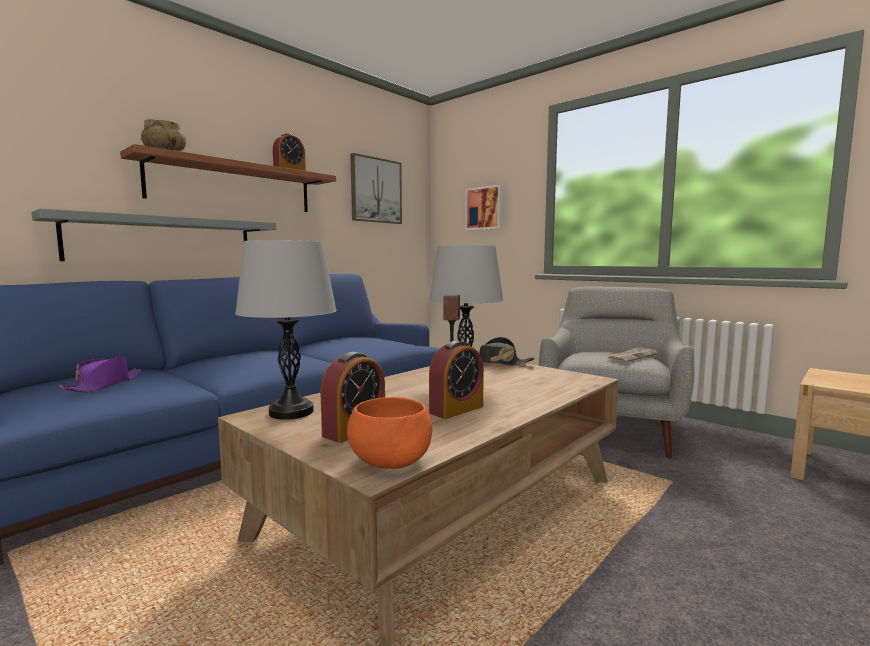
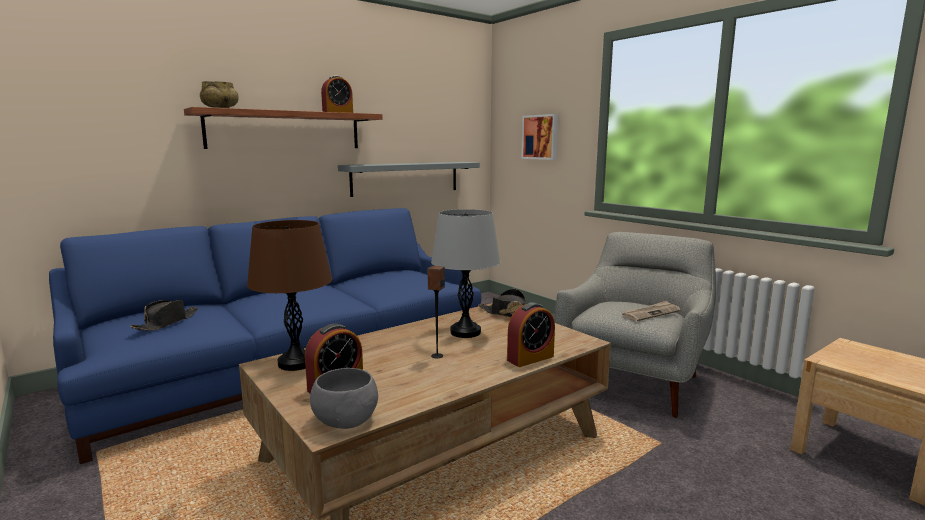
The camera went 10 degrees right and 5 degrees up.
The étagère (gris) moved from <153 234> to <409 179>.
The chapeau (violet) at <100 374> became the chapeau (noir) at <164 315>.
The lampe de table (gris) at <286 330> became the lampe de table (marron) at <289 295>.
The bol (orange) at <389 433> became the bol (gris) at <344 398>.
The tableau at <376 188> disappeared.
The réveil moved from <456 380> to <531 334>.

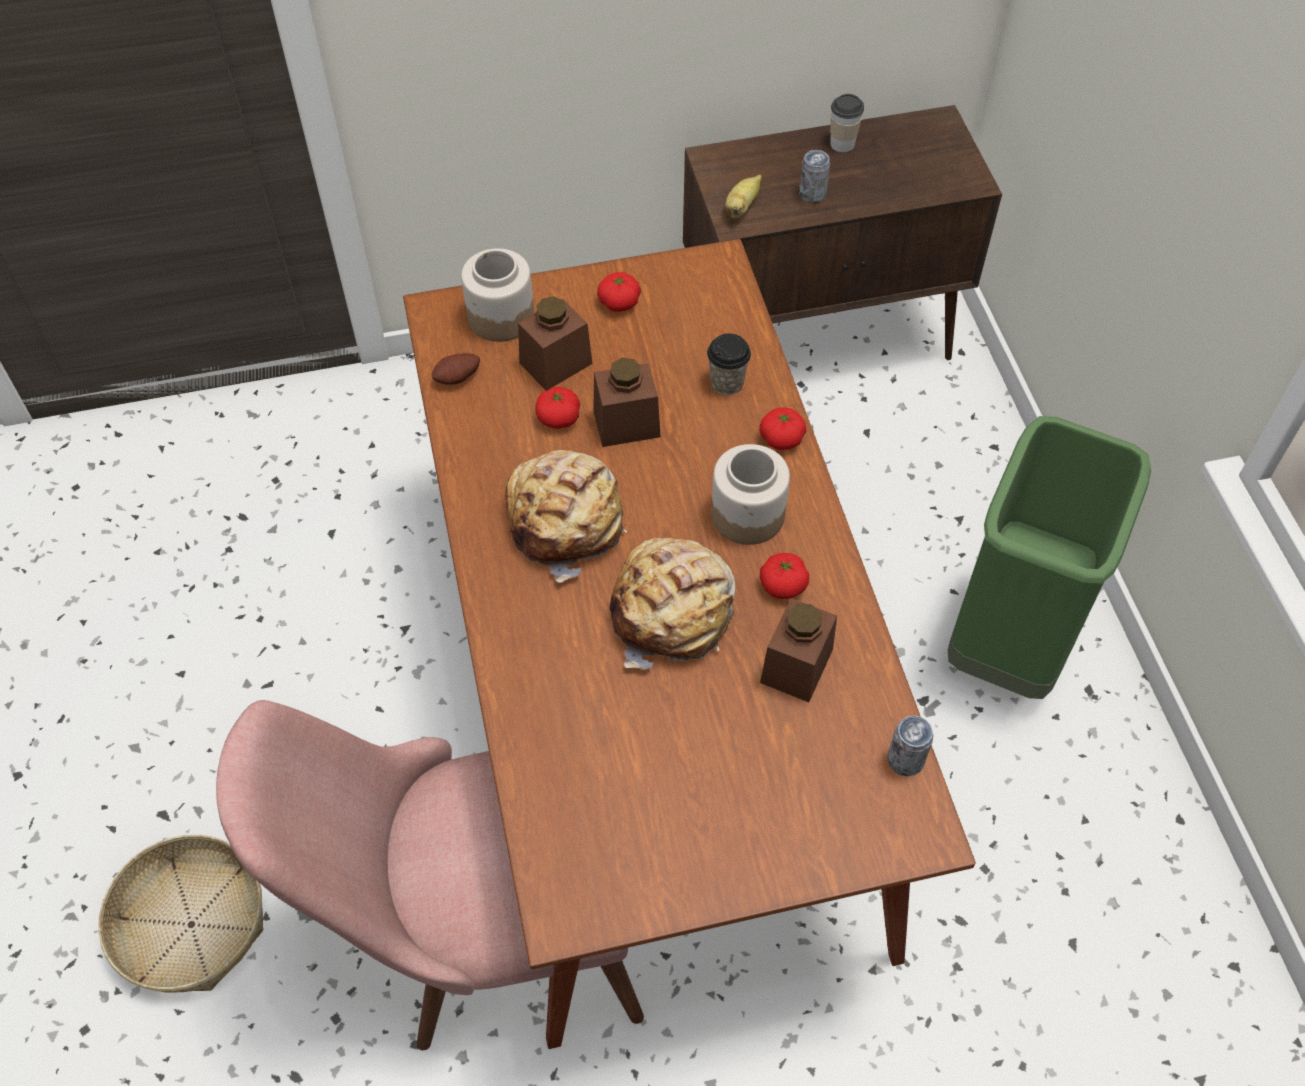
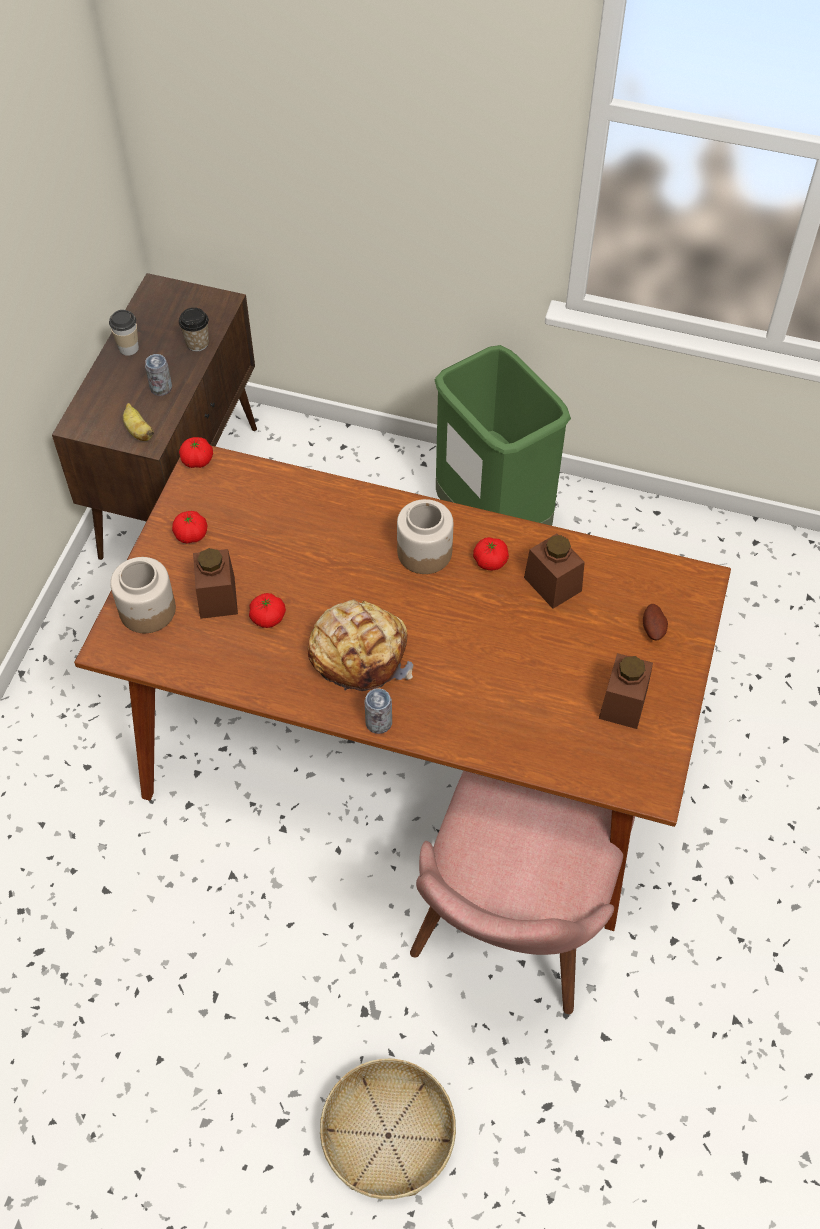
The camera went 60 degrees left and 0 degrees up.
The pomme de terre moved from <455 369> to <655 622>.
The bocal (marron) moved from <627 402> to <626 691>.
The pain at <673 604> disappeared.
The tasse moved from <729 364> to <194 329>.
The tomate moved from <782 428> to <196 452>.
The boîte métallique moved from <910 745> to <378 711>.

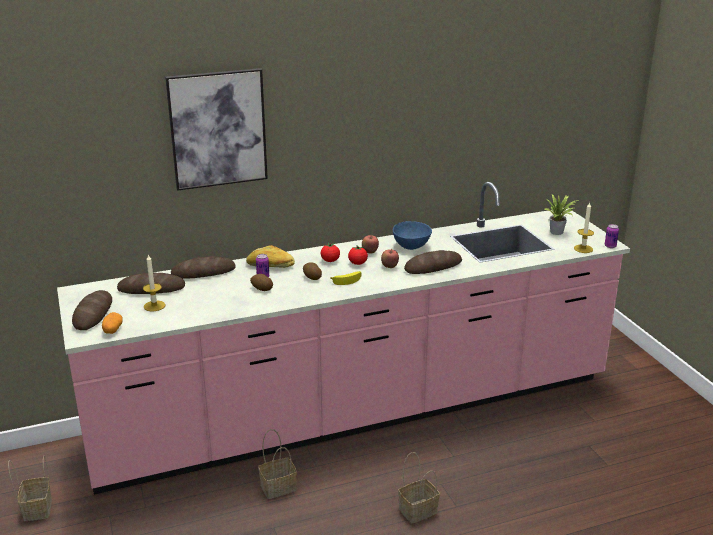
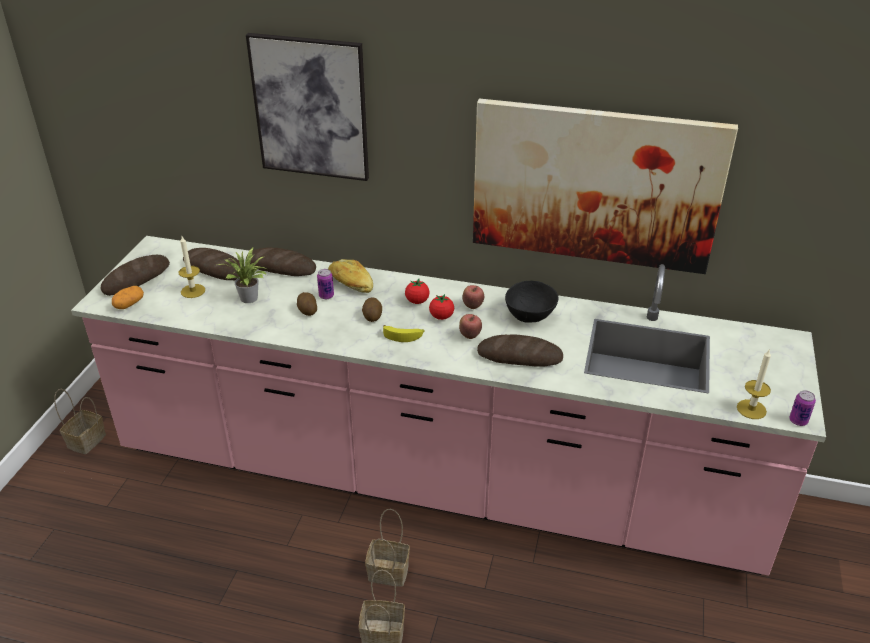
The camera went 35 degrees right and 10 degrees up.
The panier moved from <277 464> to <387 548>.
The bol (bleu) at <412 235> became the bol (noir) at <531 302>.
The plante en pot moved from <561 214> to <242 275>.
The tableau at <605 186> appeared.

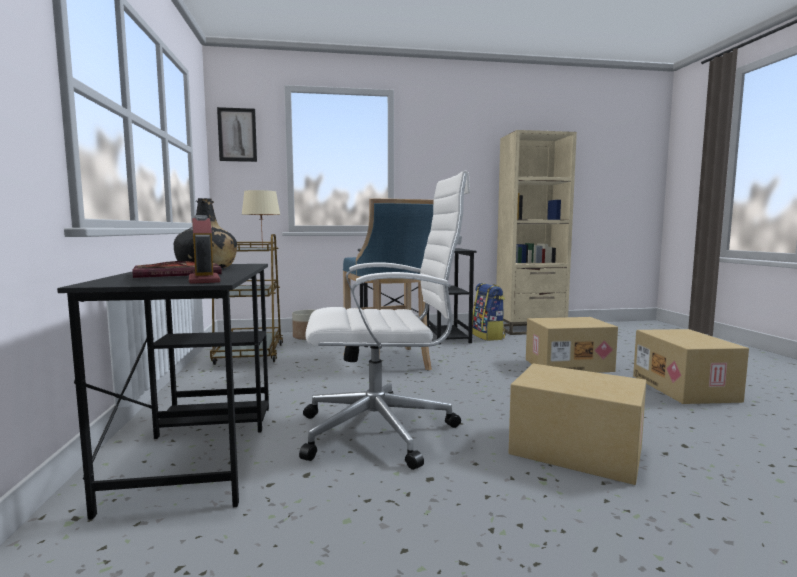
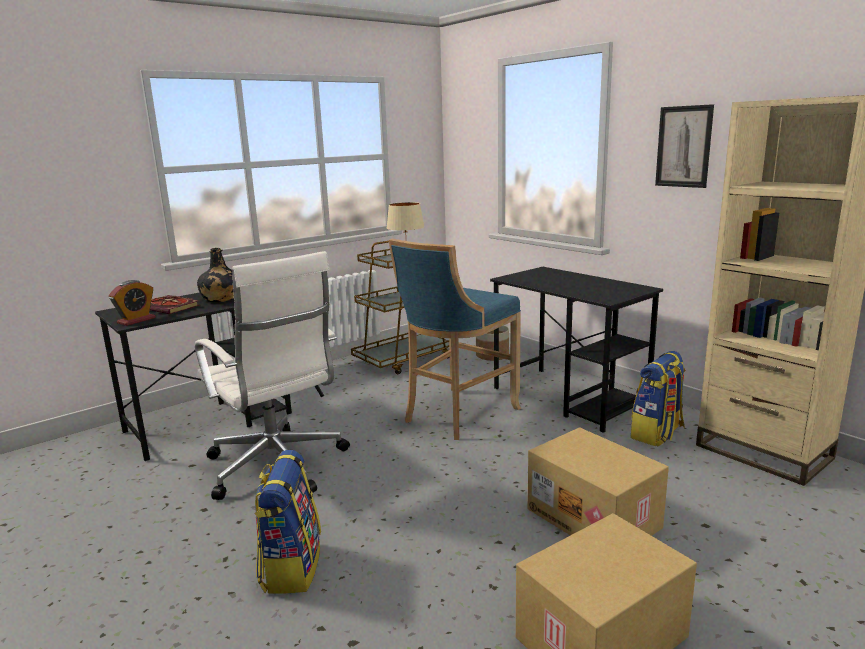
The camera went 60 degrees right and 10 degrees up.
The tableau moved from <237 134> to <684 146>.
The carton at <577 424> was replaced by the sac à dos at <287 522>.

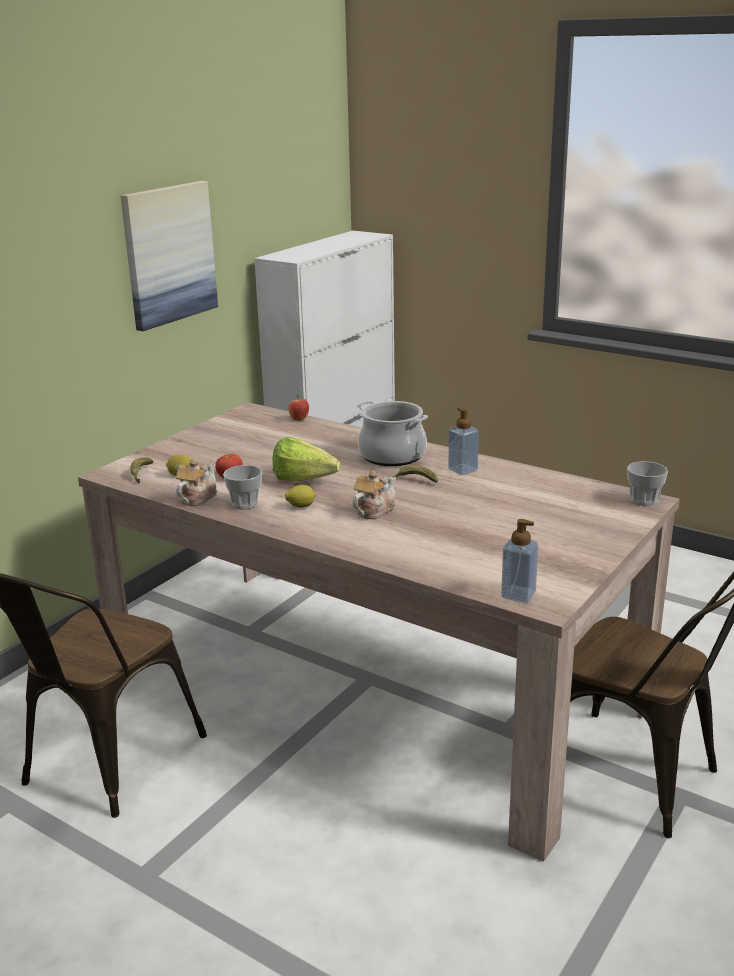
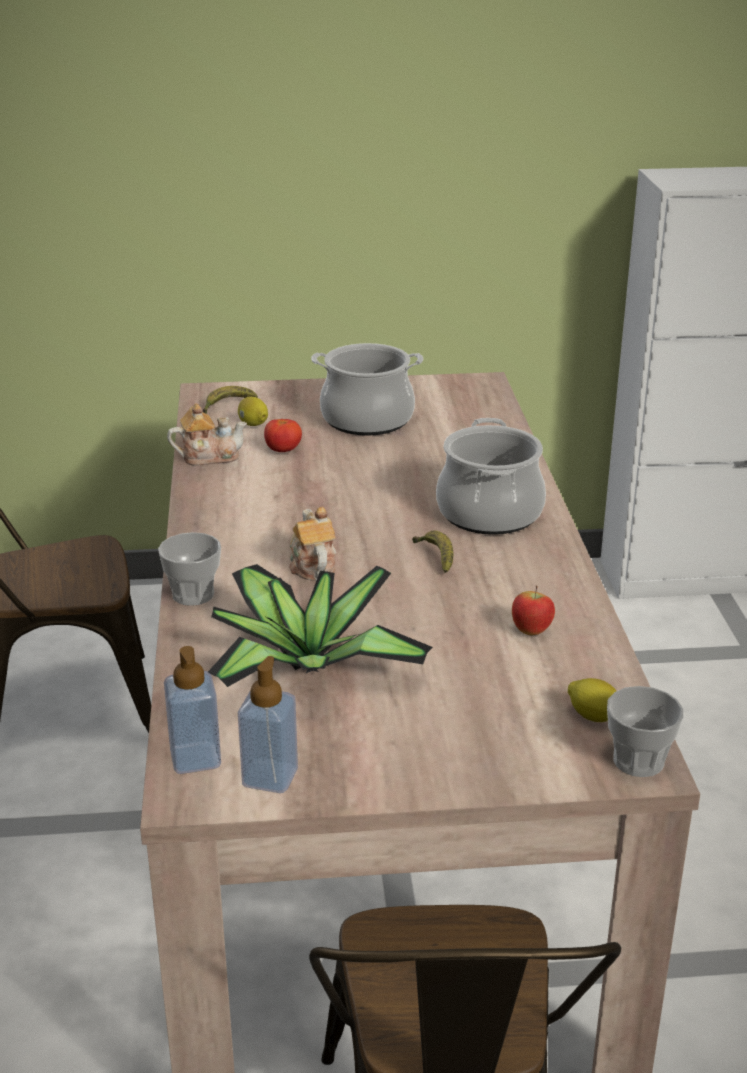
The camera went 50 degrees right and 5 degrees up.
The tableau at <169 256> disappeared.
The tasse moved from <242 487> to <189 569>.
The laitue at <306 459> disappeared.
The citron moved from <300 496> to <592 700>.
The pomme moved from <298 408> to <533 610>.
The théière at <374 495> turned 105 degrees counterclockwise.
The distributeur de savon moved from <463 441> to <268 724>.
The plante en pot at <320 625> appeared.
The marmite at <367 389> appeared.

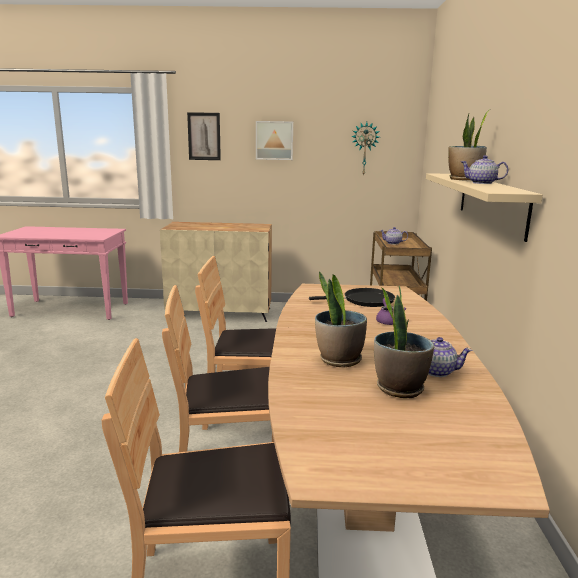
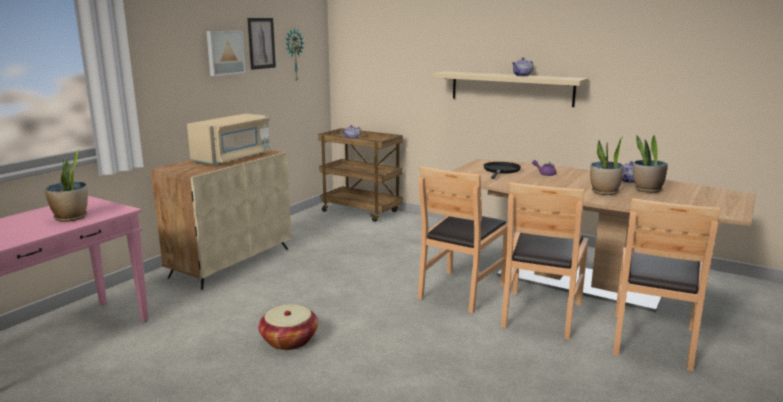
The camera went 60 degrees left and 0 degrees up.
The tableau moved from <204 136> to <262 44>.
The plante en pot moved from <469 144> to <66 185>.
The micro-ondes (beige) at <229 139> appeared.
The panier at <288 327> appeared.

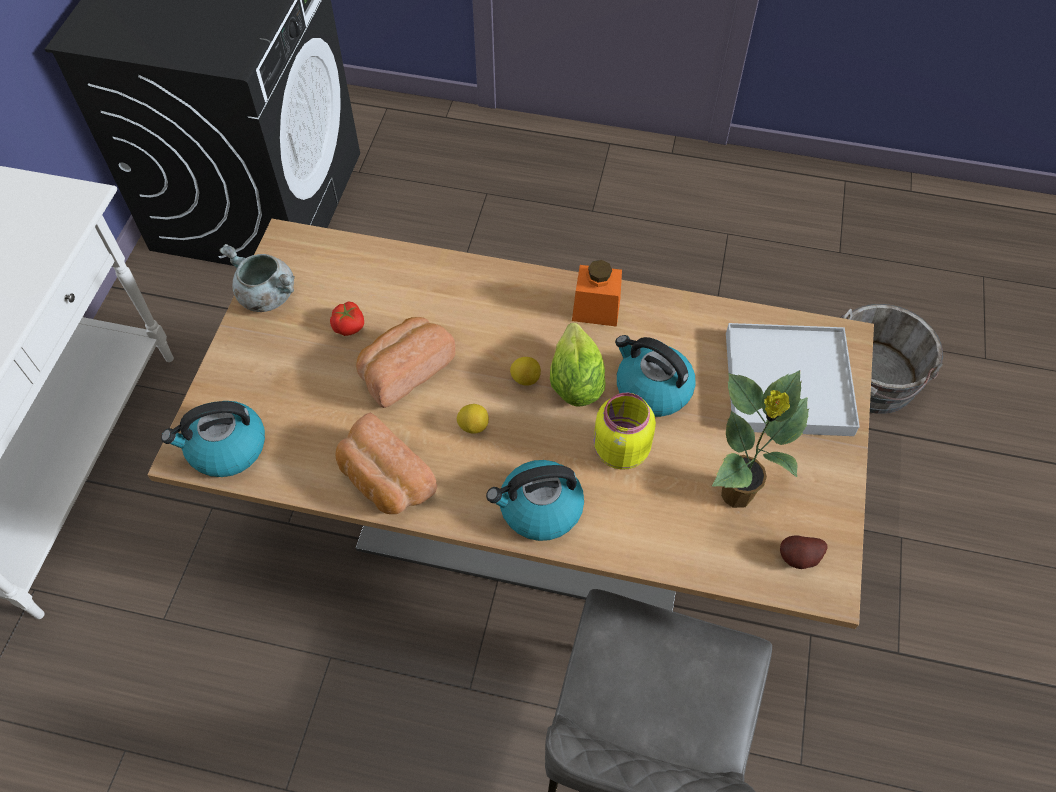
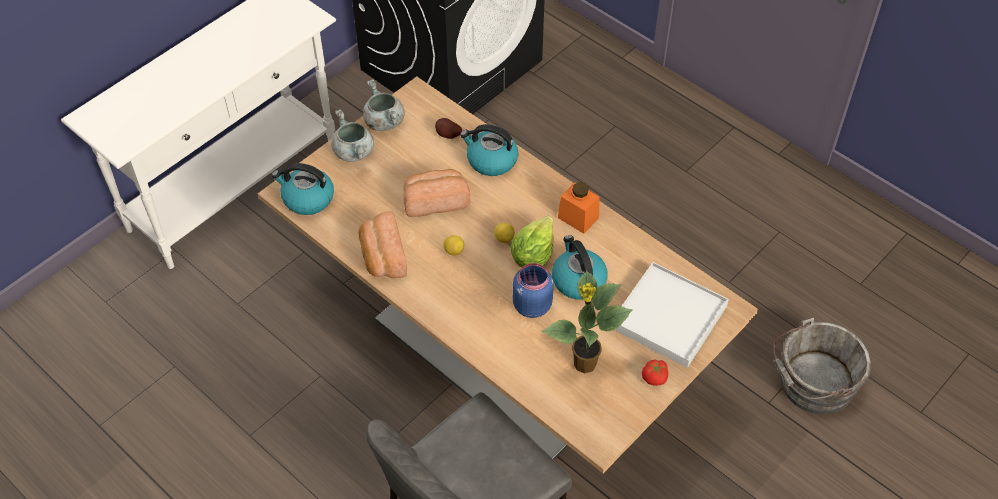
The camera went 30 degrees right and 5 degrees down.
The tomate moved from <347 318> to <655 373>.
The bouilloire moved from <535 500> to <489 150>.
The bocal (jaune) at <625 431> became the bocal (bleu) at <533 290>.
The pomme de terre moved from <803 552> to <448 128>.
The marmite (gris) at <352 136> appeared.

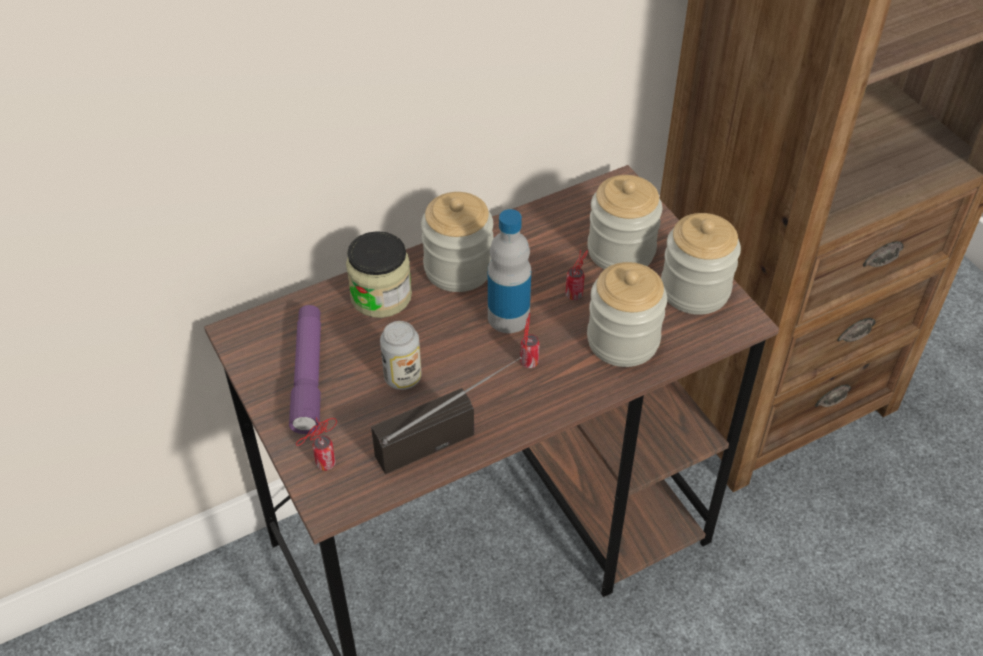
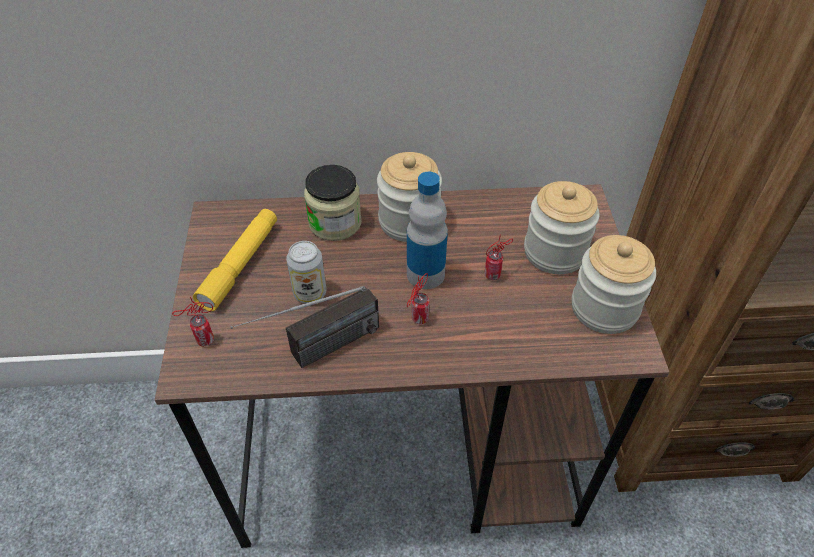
The camera went 25 degrees right and 0 degrees up.
The lampe de poche (violet) at <305 369> became the lampe de poche (jaune) at <235 260>.
The radio at <446 415> turned 150 degrees clockwise.
The bocal at <627 314> disappeared.

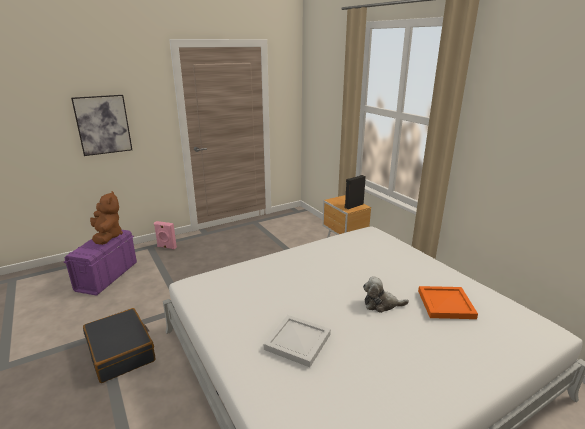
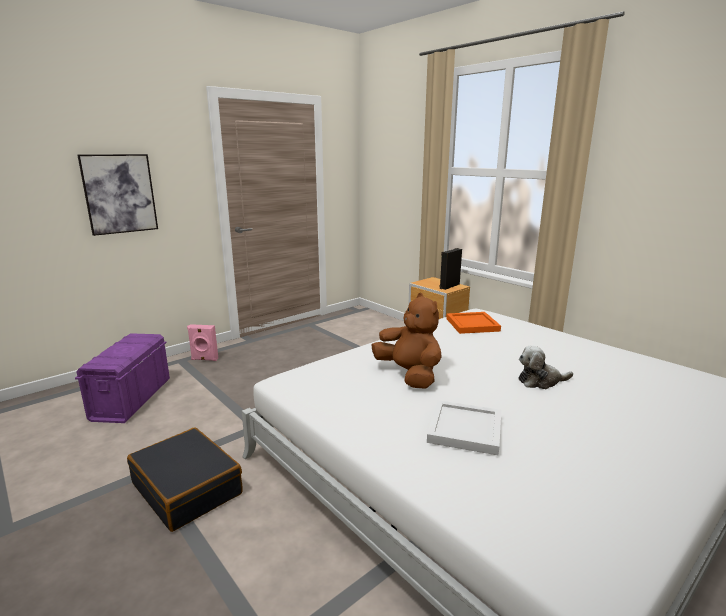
The camera went 10 degrees left and 5 degrees down.
The peluche (marron) moved from <106 218> to <406 341>.
The plateau (orange) moved from <448 302> to <473 323>.

